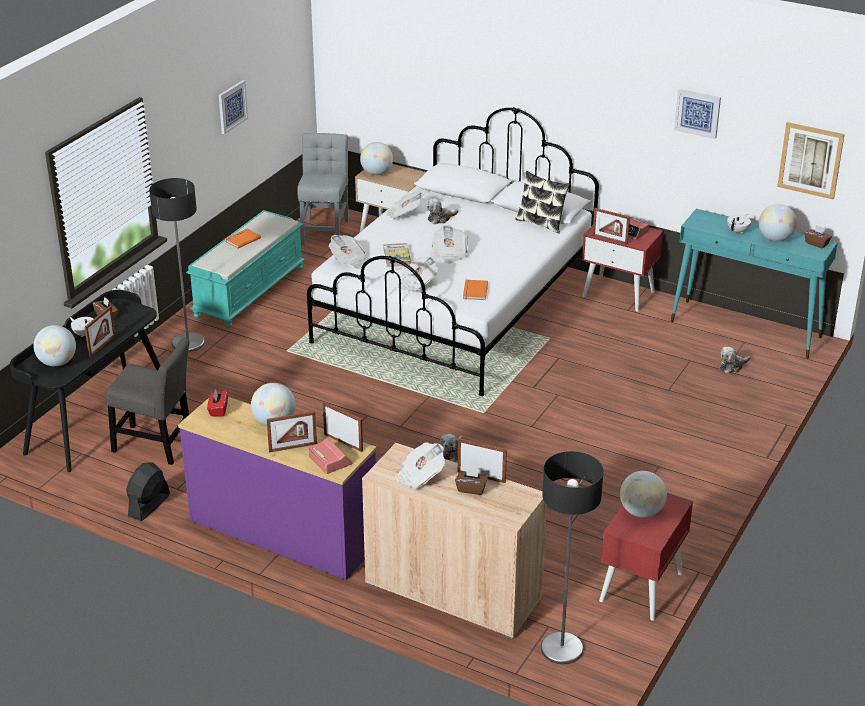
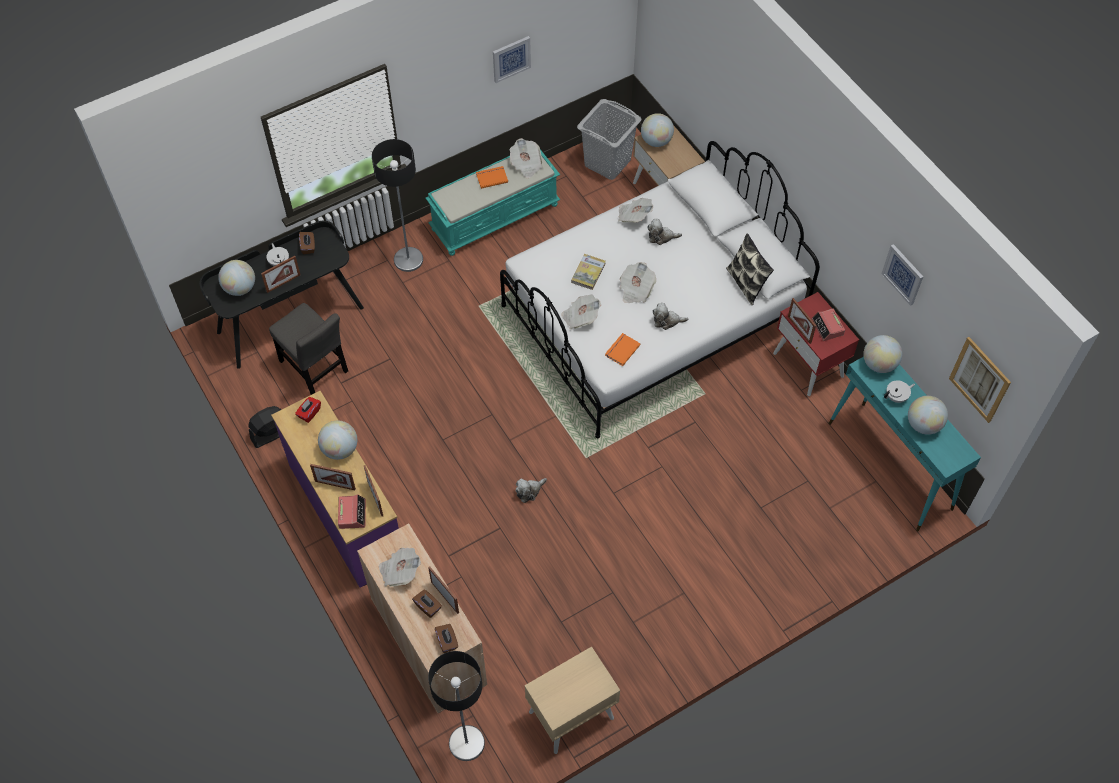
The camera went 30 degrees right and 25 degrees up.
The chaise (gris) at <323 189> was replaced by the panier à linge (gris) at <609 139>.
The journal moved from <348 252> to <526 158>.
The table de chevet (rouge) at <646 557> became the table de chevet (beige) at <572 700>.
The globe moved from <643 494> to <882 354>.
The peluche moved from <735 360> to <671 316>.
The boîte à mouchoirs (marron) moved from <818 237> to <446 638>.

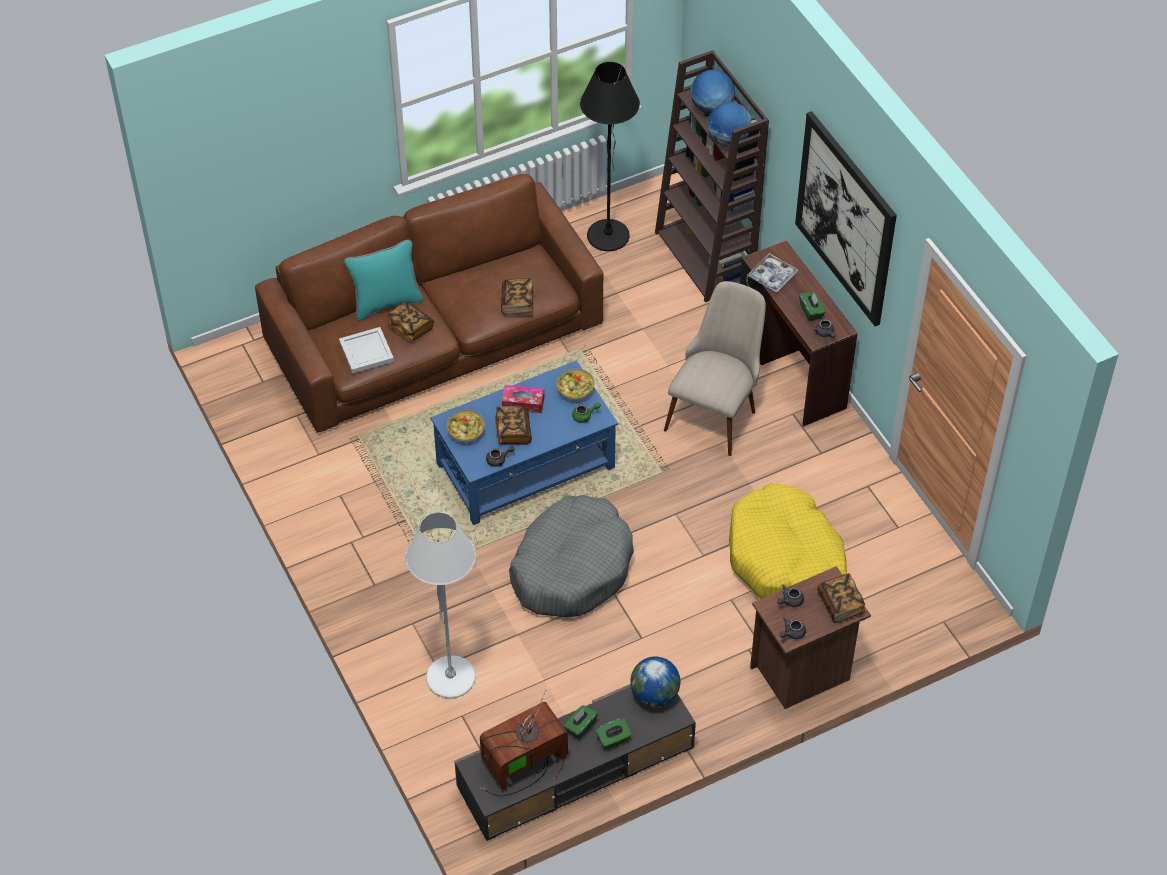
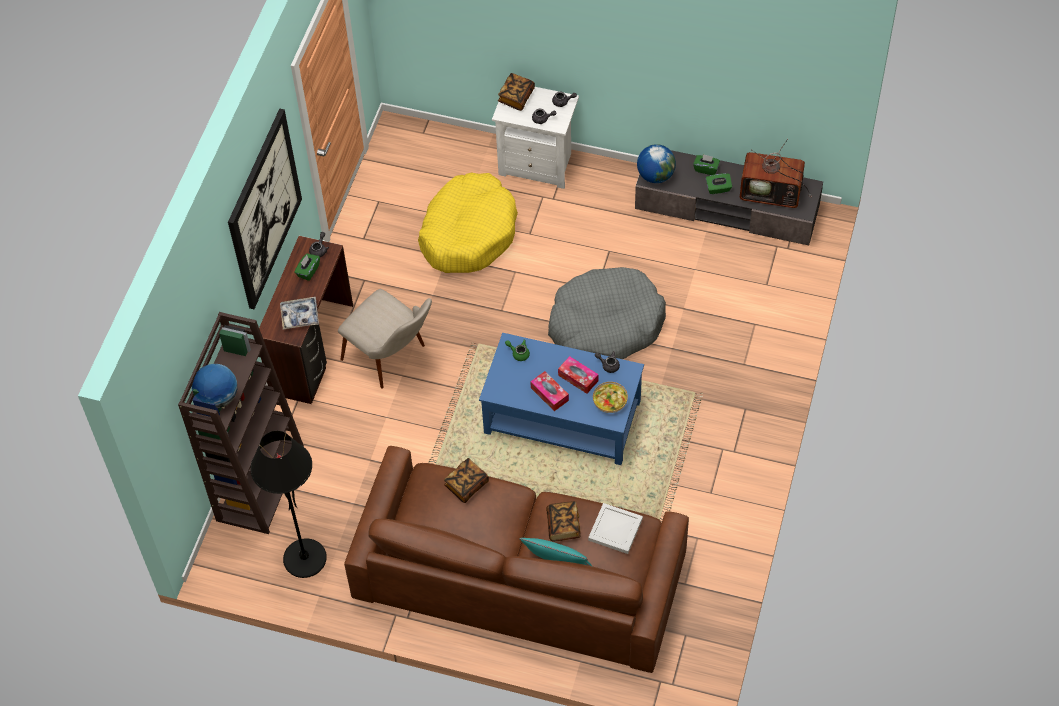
The camera went 135 degrees left and 5 degrees up.
The lampadaire (blanc) at <441 605> disappeared.
The livre at <513 425> was replaced by the boîte à mouchoirs at <578 375>.
The bol at <575 384> disappeared.
The chaise (beige) at <715 368> turned 120 degrees counterclockwise.
The globe at <729 124> disappeared.
The table de chevet (marron) at <810 637> became the table de chevet (blanc) at <535 138>.

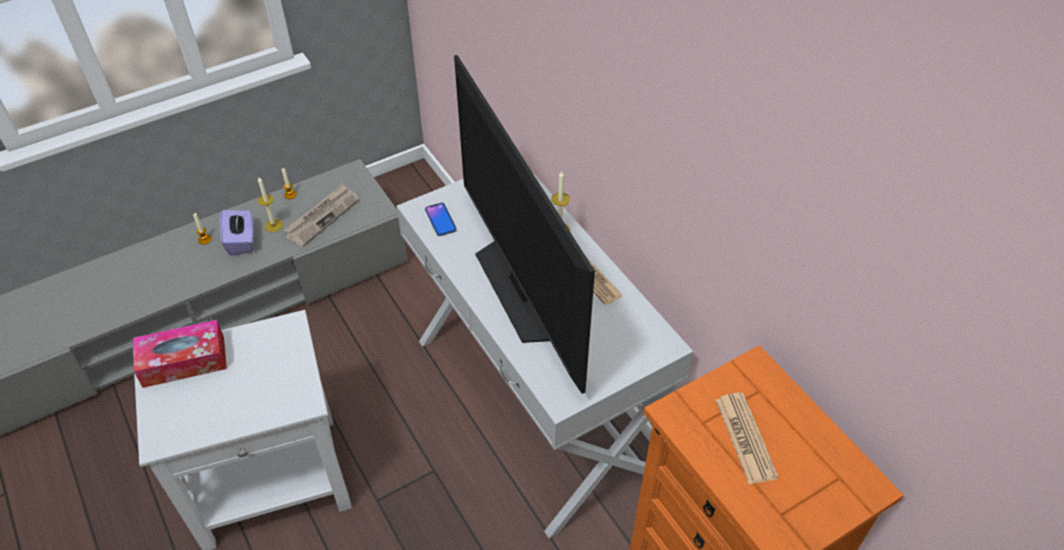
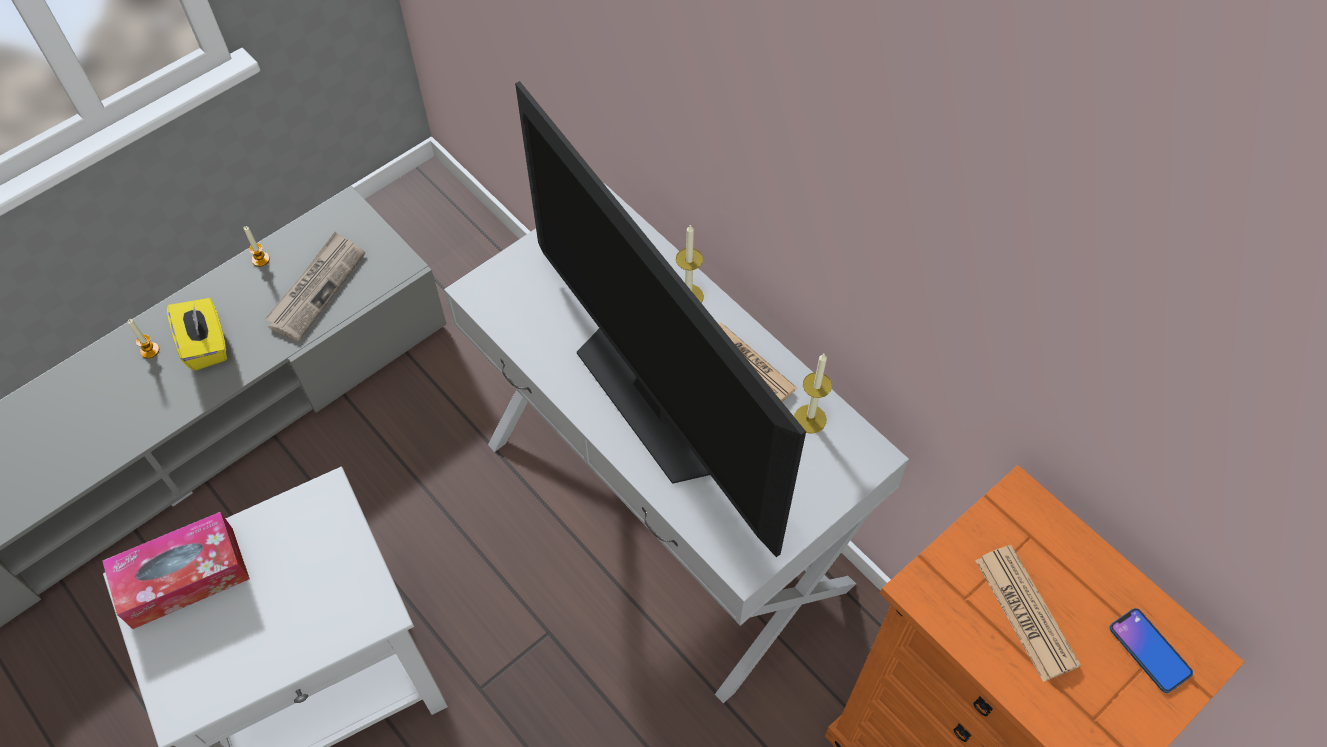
The camera went 10 degrees left and 10 degrees up.
The boîte à mouchoirs (violet) at <237 232> became the boîte à mouchoirs (jaune) at <197 334>.
The bougie moved from <270 204> to <813 394>.
The téléphone moved from <441 219> to <1151 650>.

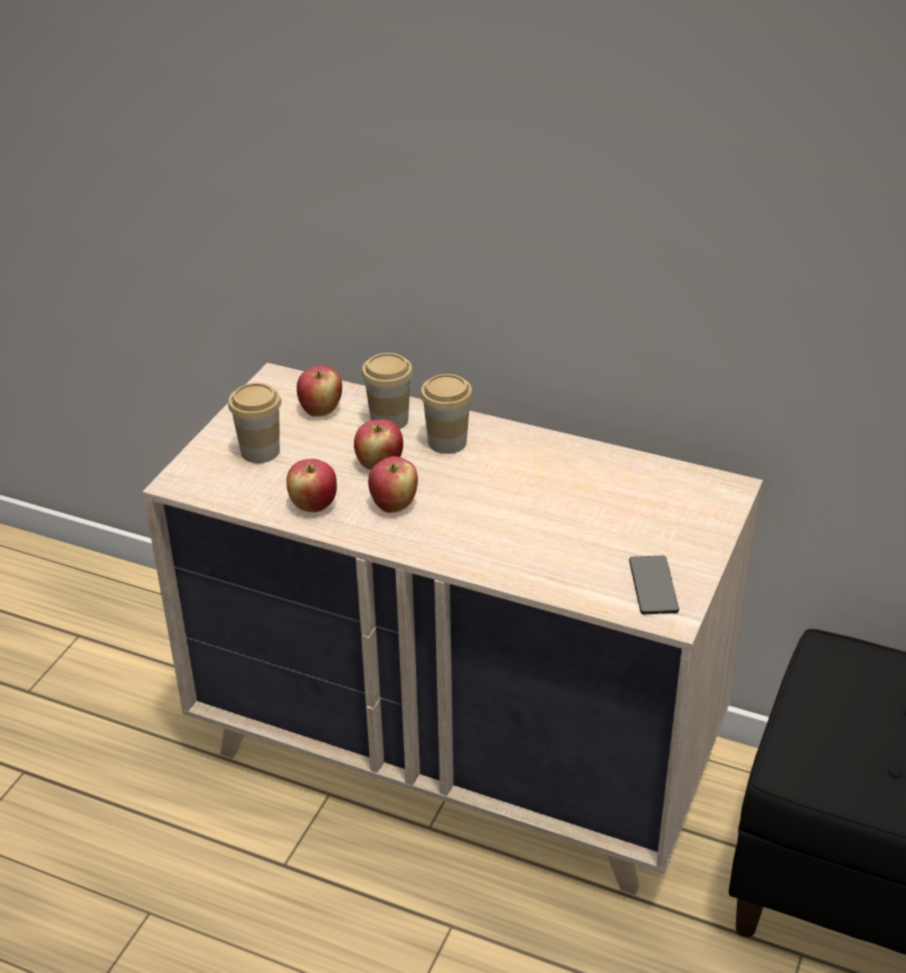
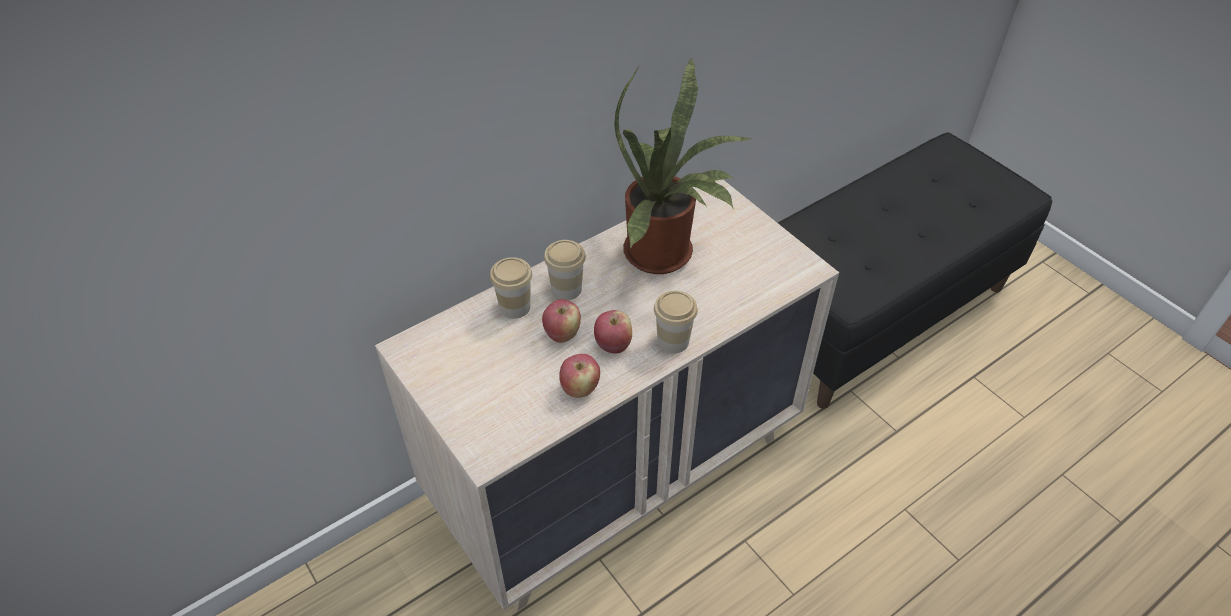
The camera went 60 degrees left and 10 degrees up.
The tasse moved from <254 423> to <676 322>.
The pomme at <319 391> disappeared.
The téléphone at <654 585> disappeared.
The plante en pot at <684 165> appeared.

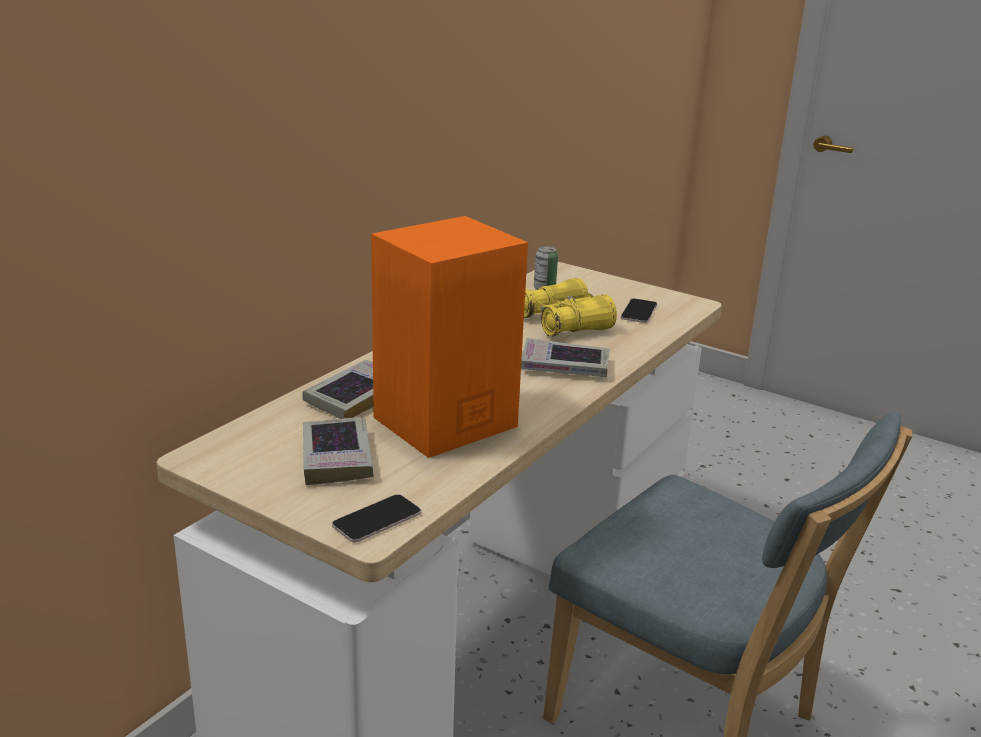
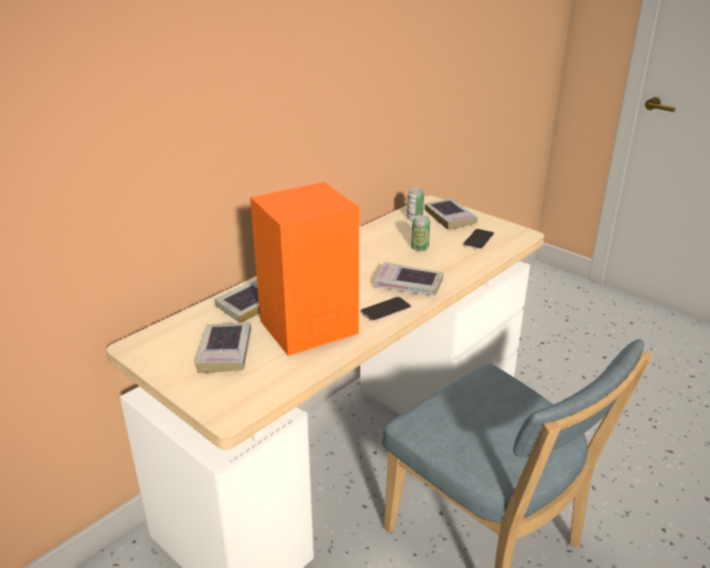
The camera went 10 degrees right and 5 degrees up.
The téléphone moved from <376 518> to <385 309>.
The jumelles (jaune) at <570 307> was replaced by the boîte métallique at <420 233>.
The livre at <451 214> appeared.

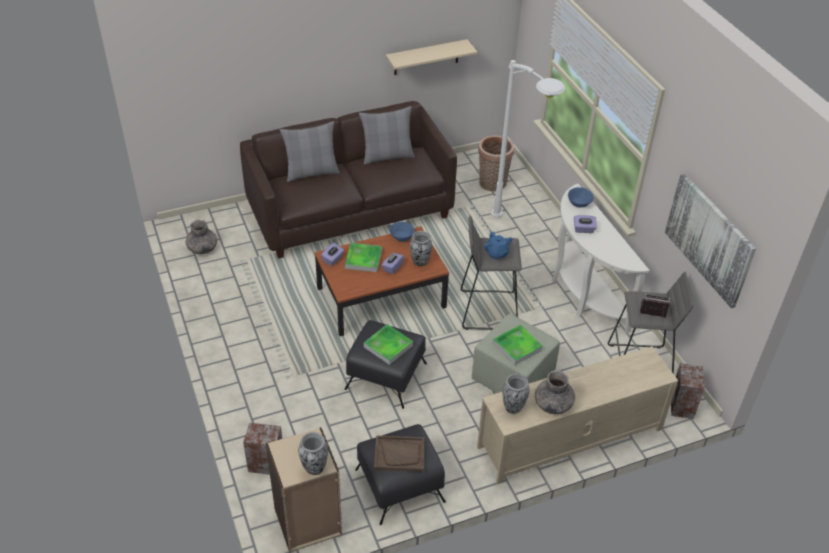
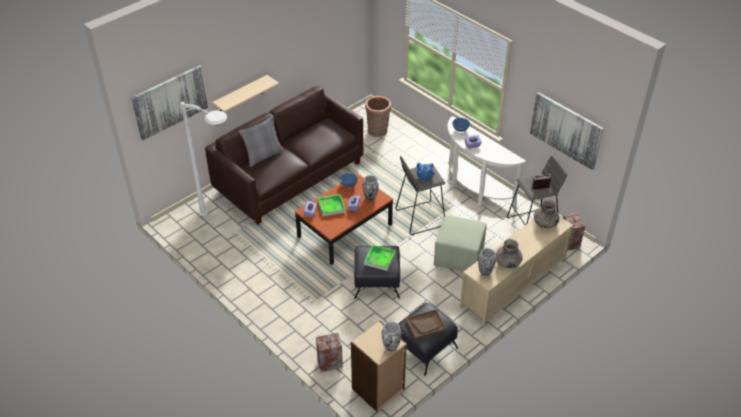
The camera went 20 degrees left and 0 degrees up.
The vase (gris) moved from <201 237> to <546 214>.
The coussin (gris) at <387 135> disappeared.
The étagère (beige) moved from <431 57> to <245 93>.
The lampadaire (blanc) moved from <528 139> to <203 159>.
The plateau at <518 345> disappeared.
The tableau at <169 102> appeared.

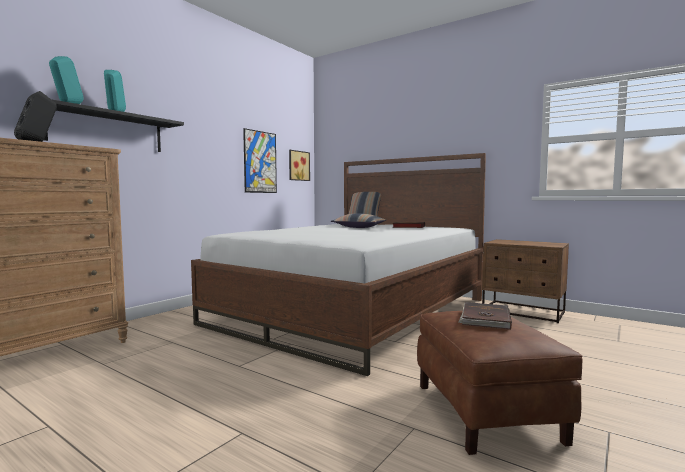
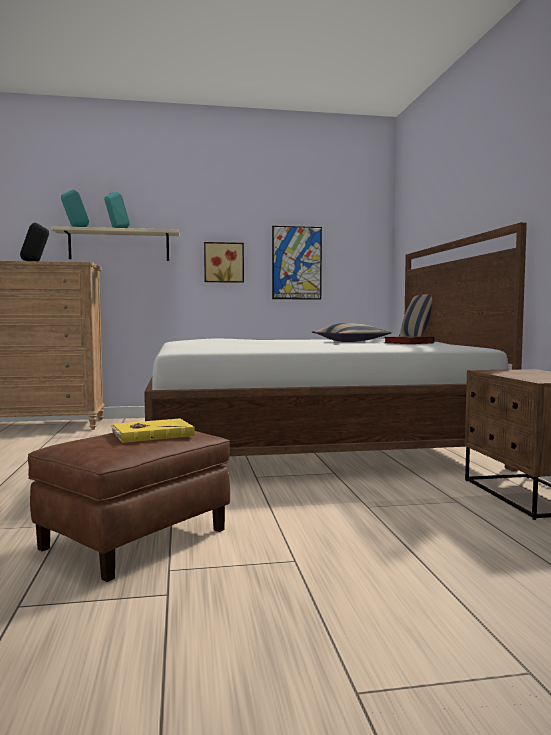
The camera went 45 degrees right and 0 degrees up.
The étagère (noir) at <114 125> became the étagère (beige) at <115 243>.
The tableau moved from <299 165> to <224 262>.
The livre (marron) at <485 316> became the livre (jaune) at <153 431>.

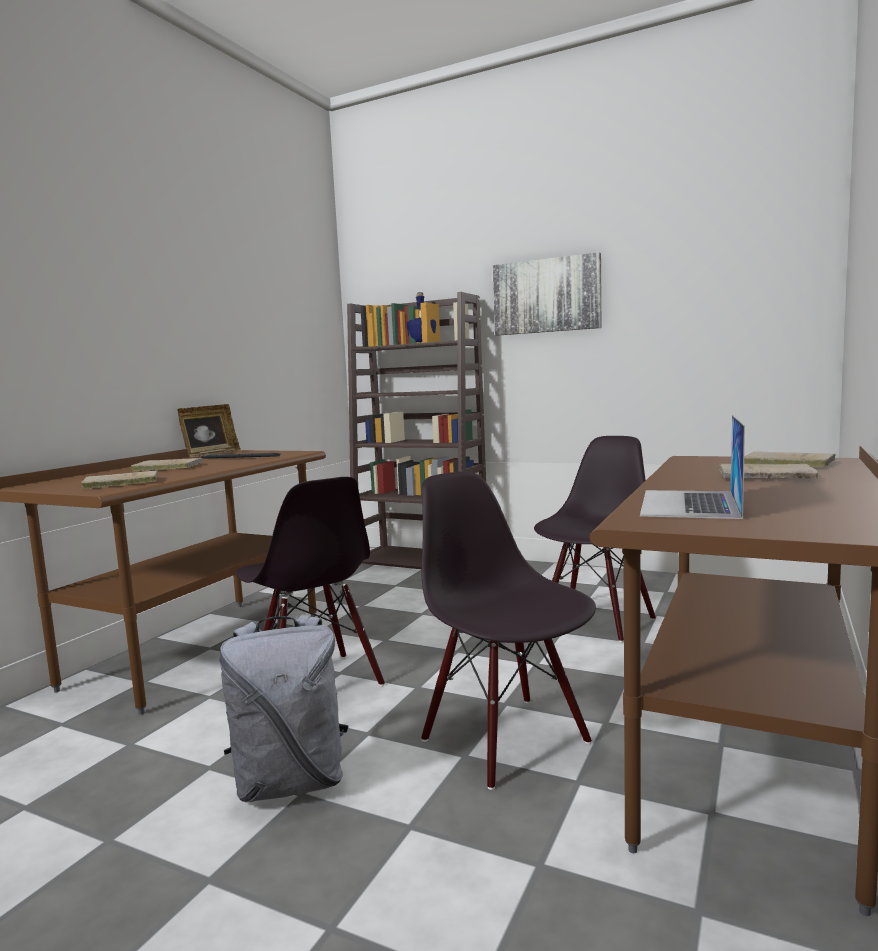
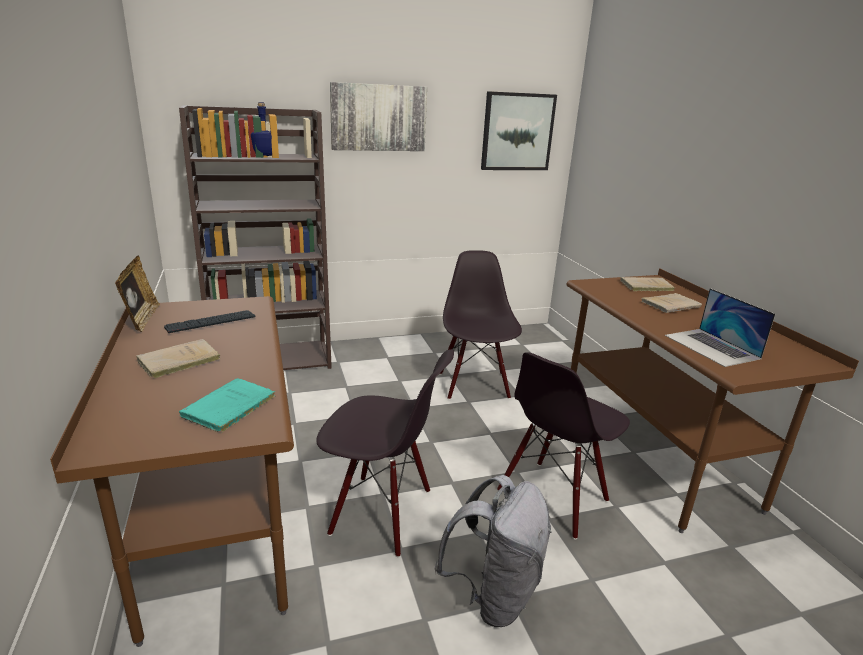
The camera went 45 degrees left and 15 degrees up.
The livre (beige) at <119 479> became the livre (turquoise) at <227 406>.
The chaise (noir) at <508 630> turned 60 degrees counterclockwise.
The tableau at <519 130> appeared.

